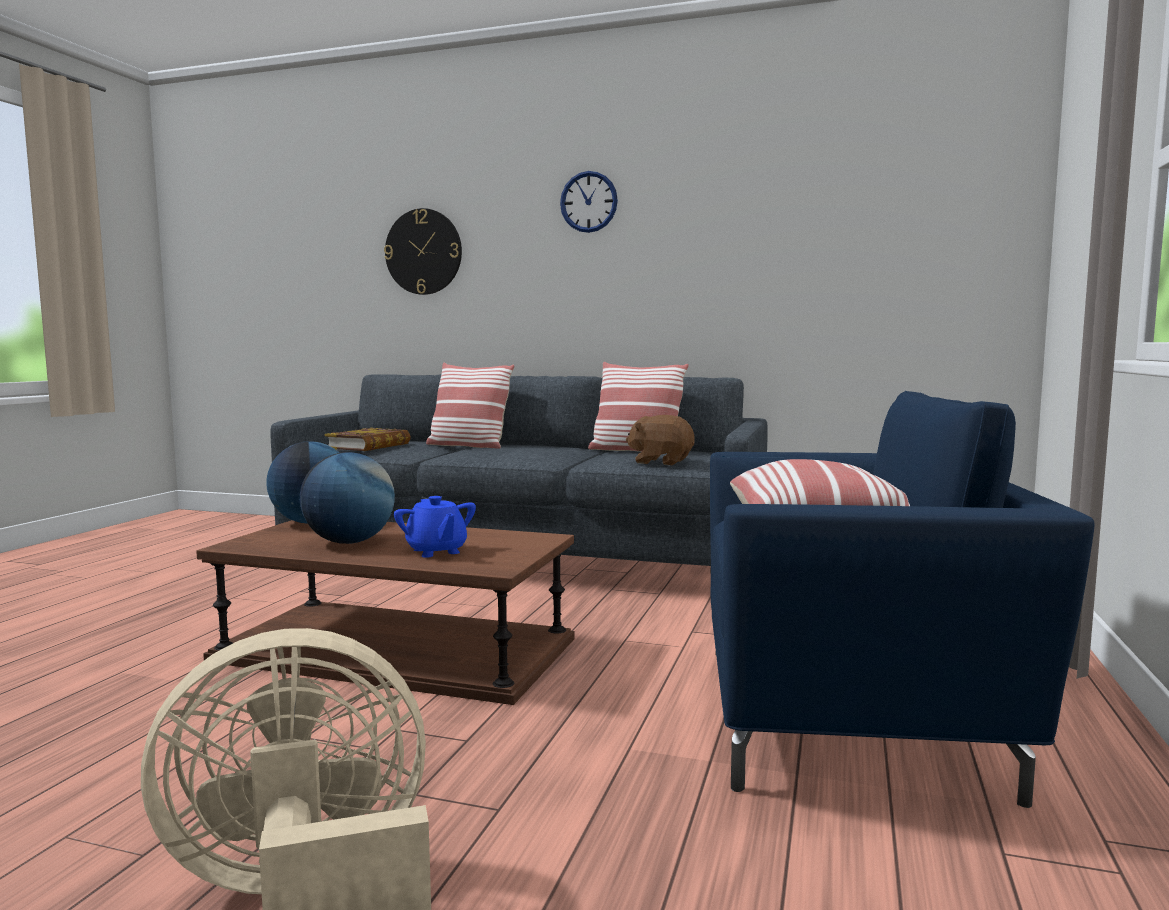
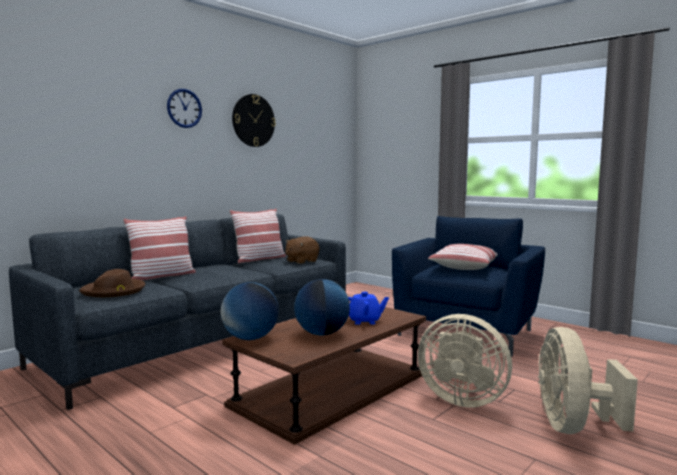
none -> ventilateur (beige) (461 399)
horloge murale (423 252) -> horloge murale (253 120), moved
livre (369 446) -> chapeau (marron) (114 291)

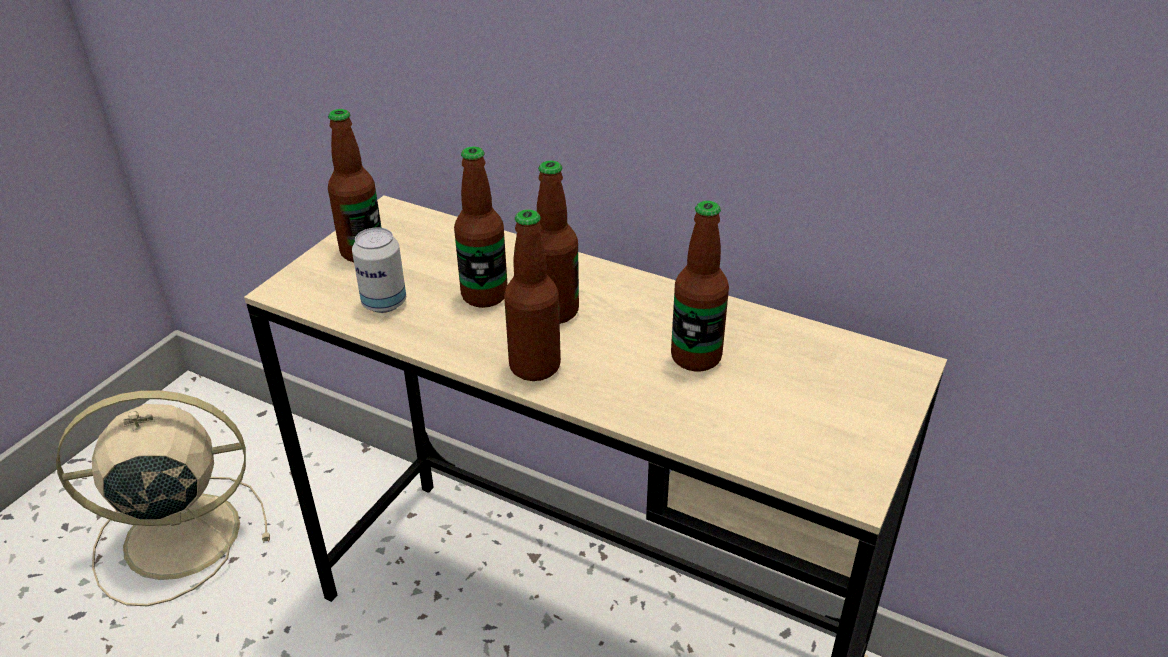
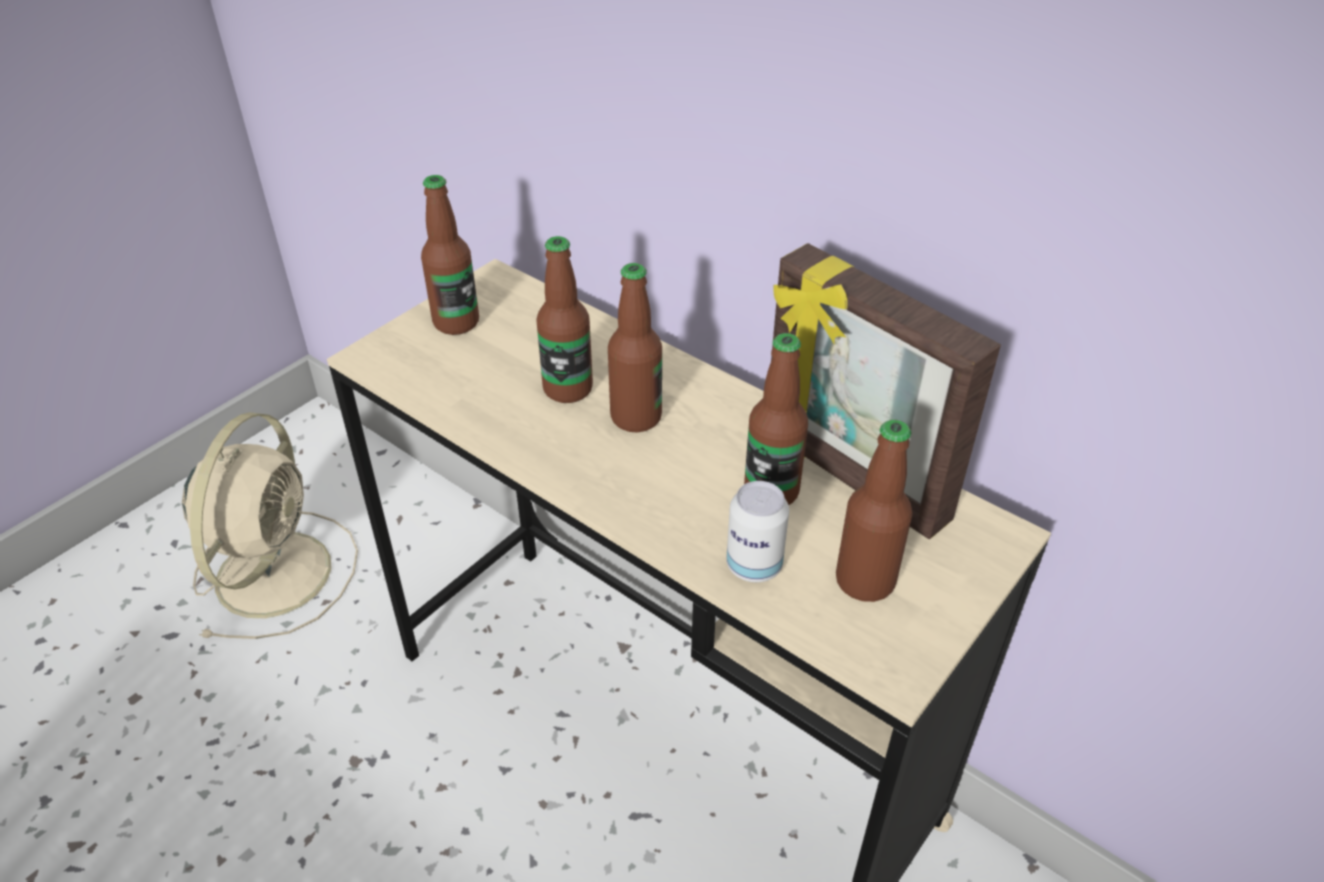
none -> cadre photo (851 477)
boîte métallique (384 303) -> boîte métallique (754 566), moved
bouteille (535 366) -> bouteille (865 581), moved
ventilateur (beige) (176 536) -> ventilateur (beige) (276 570), 105 degrees clockwise

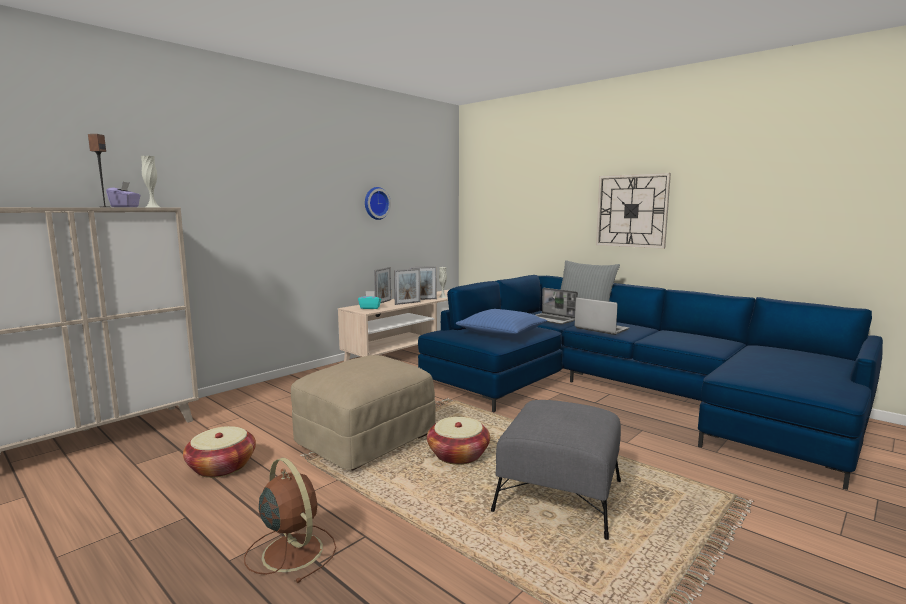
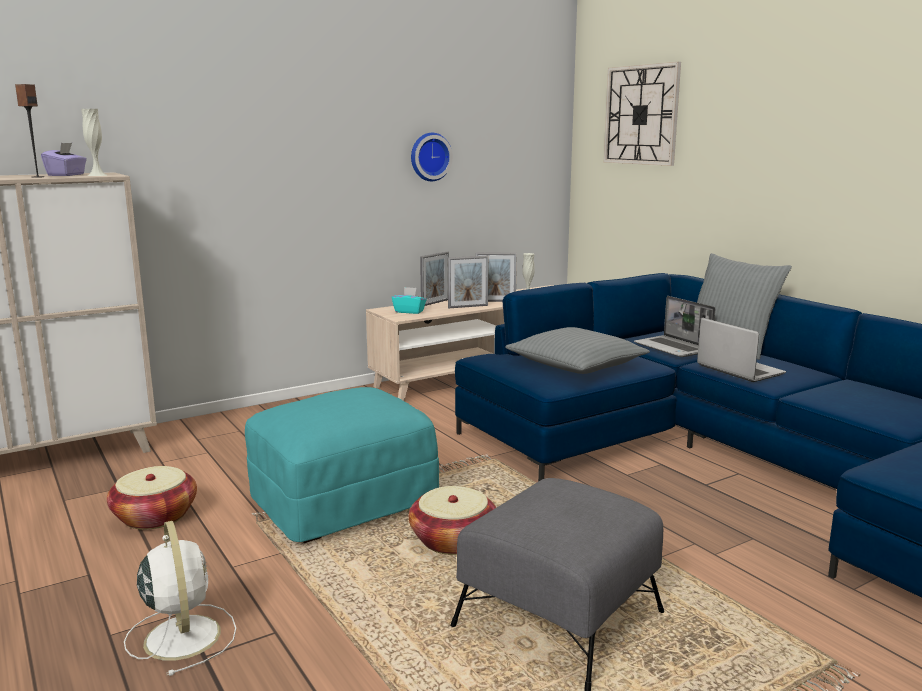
horloge murale (631 211) -> horloge murale (641 115), moved
ventilateur (marron) (291 551) -> ventilateur (blanc) (182 635)
pouf (beige) (366 440) -> pouf (turquoise) (343 503)
coussin (bleu) (501 332) -> coussin (gris) (576 365)

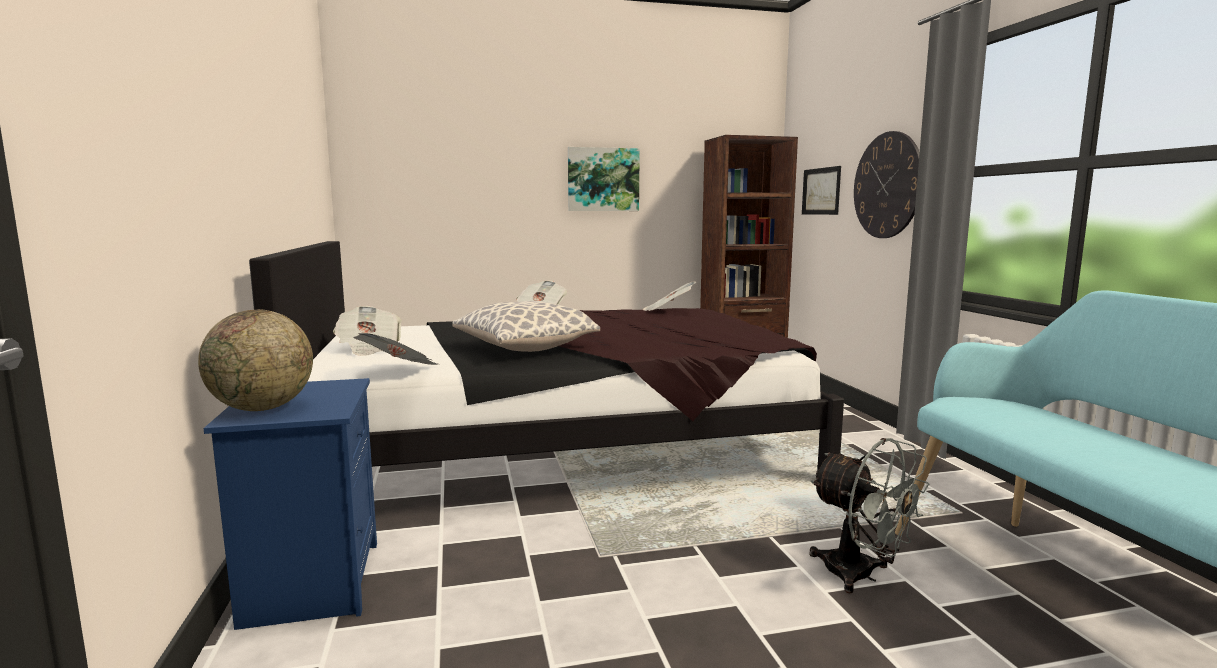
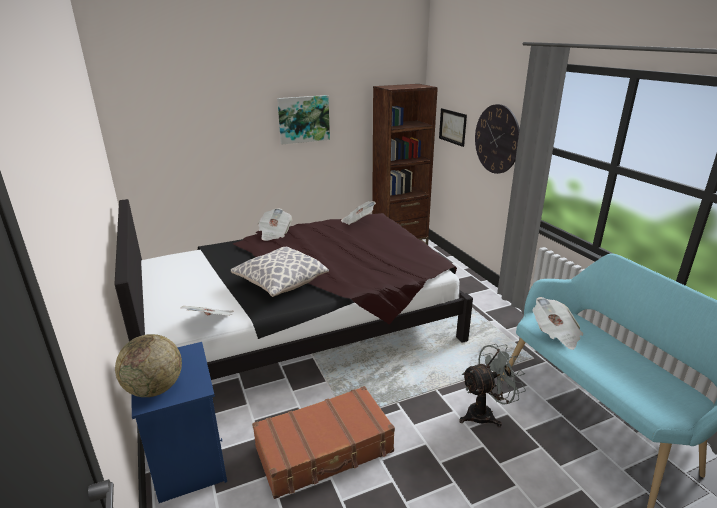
none -> valise (marron) (325 450)
journal (369 348) -> journal (555 334), moved
ventilateur (gris) (861 576) -> ventilateur (gris) (485 414), 60 degrees counterclockwise

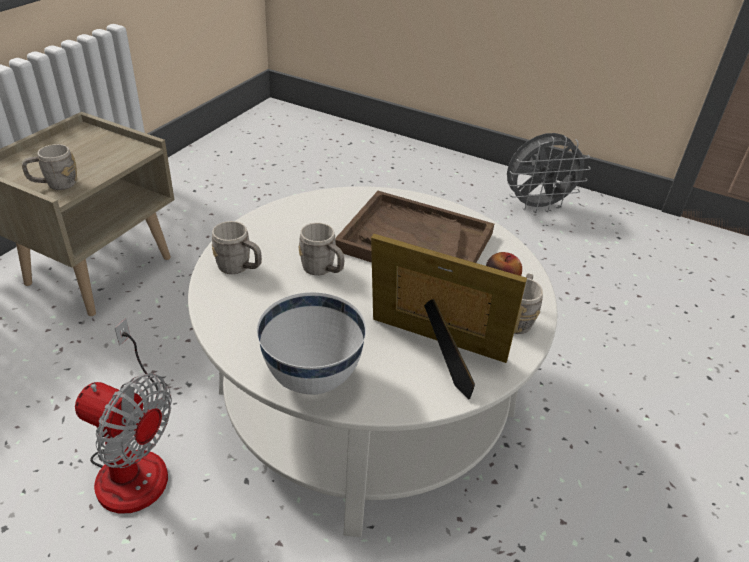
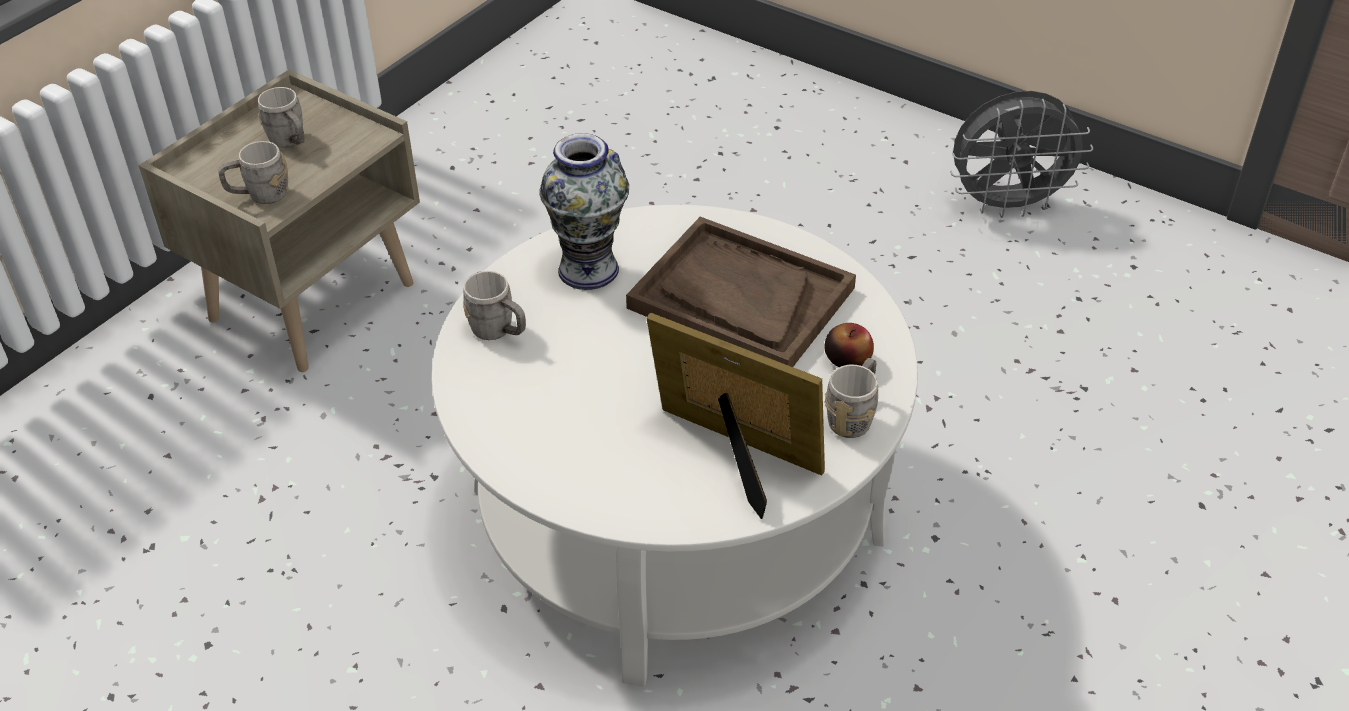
ventilateur (133 459) -> none
bol (blanc) (312 380) -> none
none -> vase (588 269)
mug (gris) (322 270) -> mug (gris) (290 142), moved

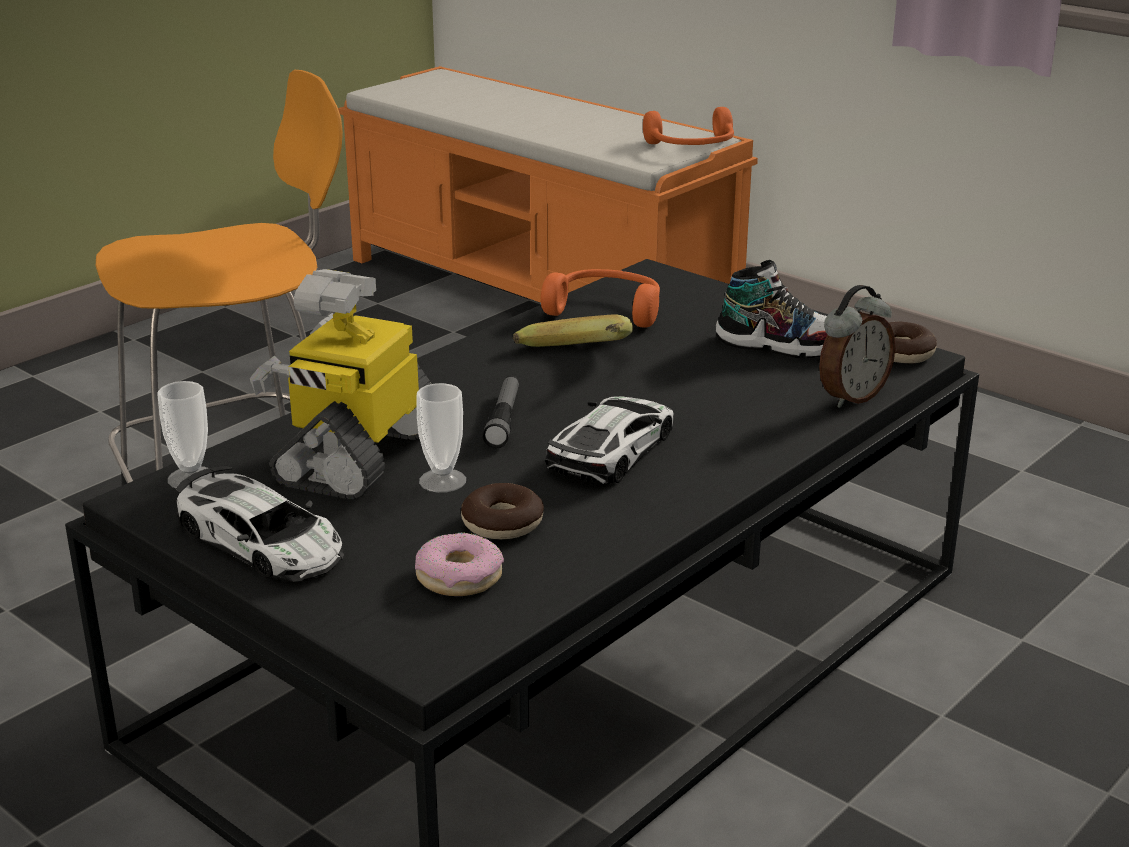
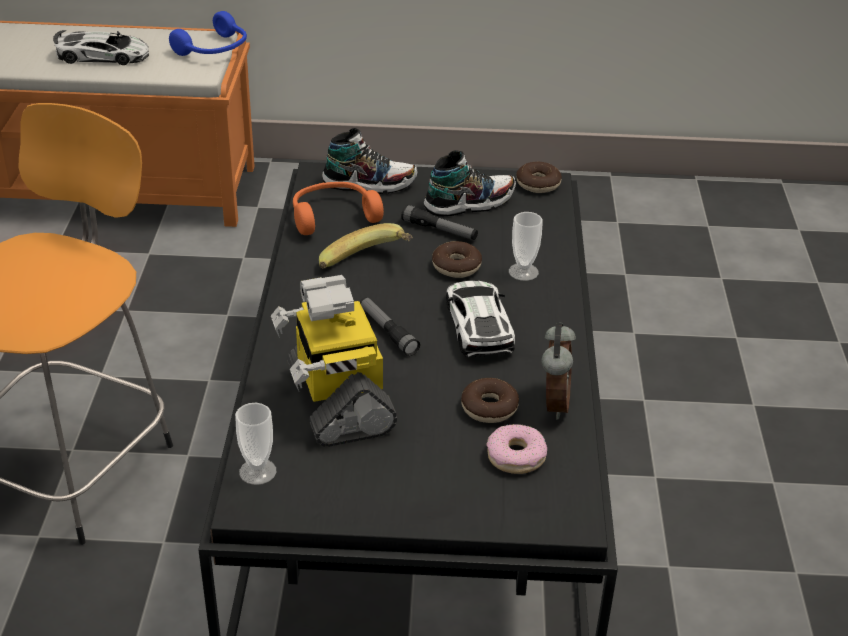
none -> chaussure (369 183)
none -> lampe de poche (439 230)
none -> beignet (456 266)
petite voiture (261 542) -> petite voiture (103 56), moved
tasse (442 481) -> tasse (523 272), moved
réveil (851 397) -> réveil (553 403), moved
casque audio (orange) (692 147) -> casque audio (bleu) (214 50)

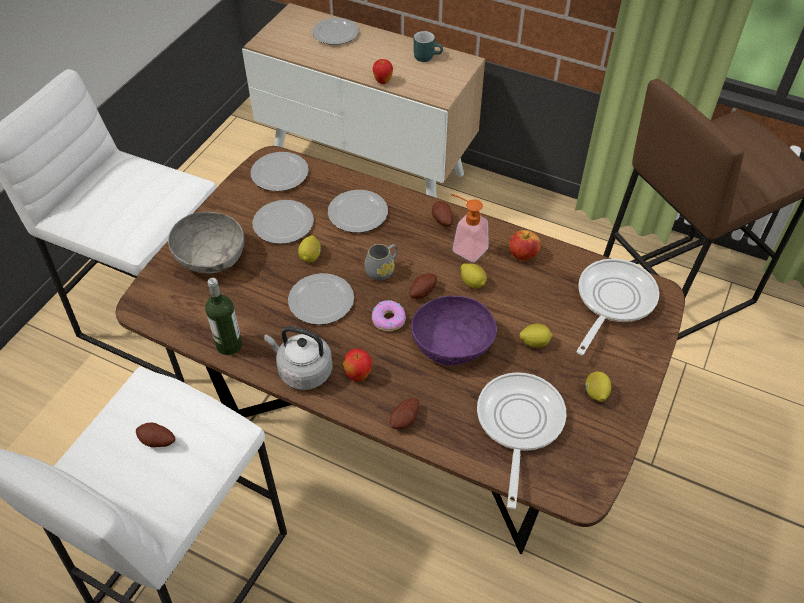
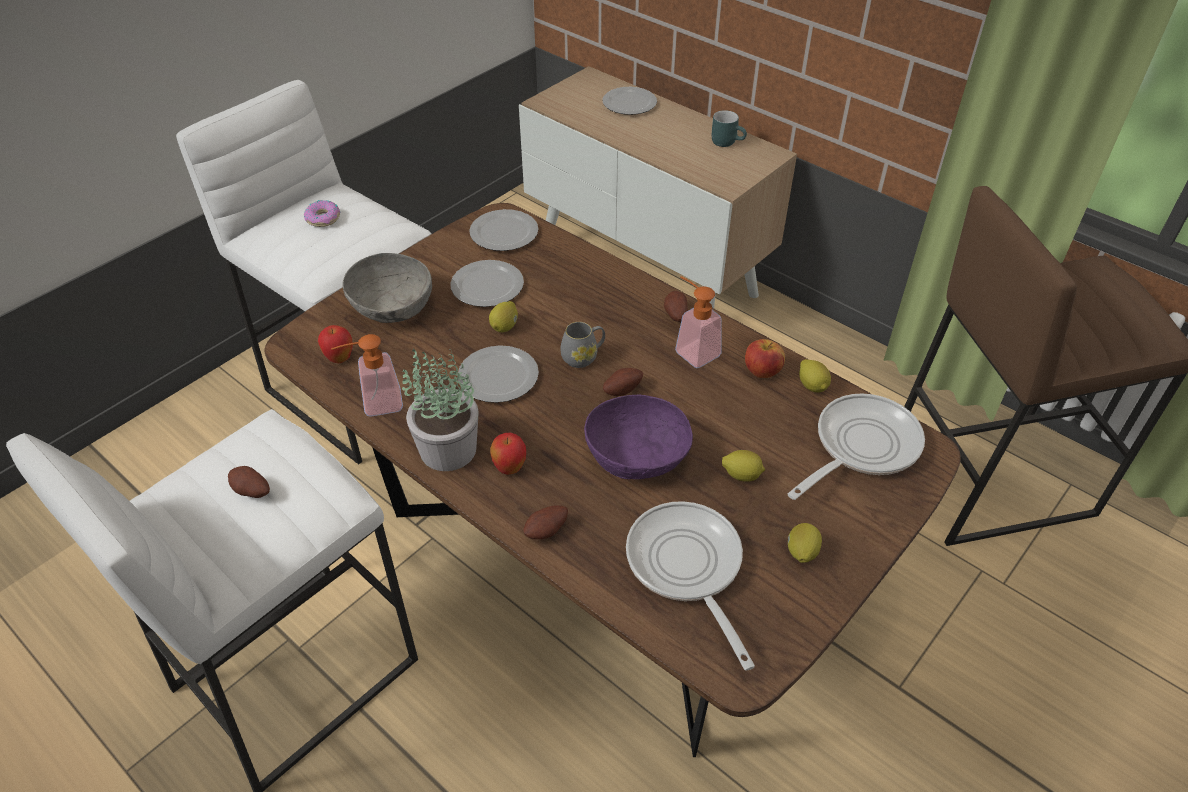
assiette (359 213) -> none
pomme (383 82) -> pomme (339 359), moved
beignet (389 319) -> beignet (323 218), moved
citron (472 283) -> citron (812 386), moved
bouteille (229 345) -> distributeur de savon (374 404)
bouilloire (gris) (302 371) -> plante en pot (446 450)
poêle (518 424) -> poêle (687 568), 45 degrees counterclockwise

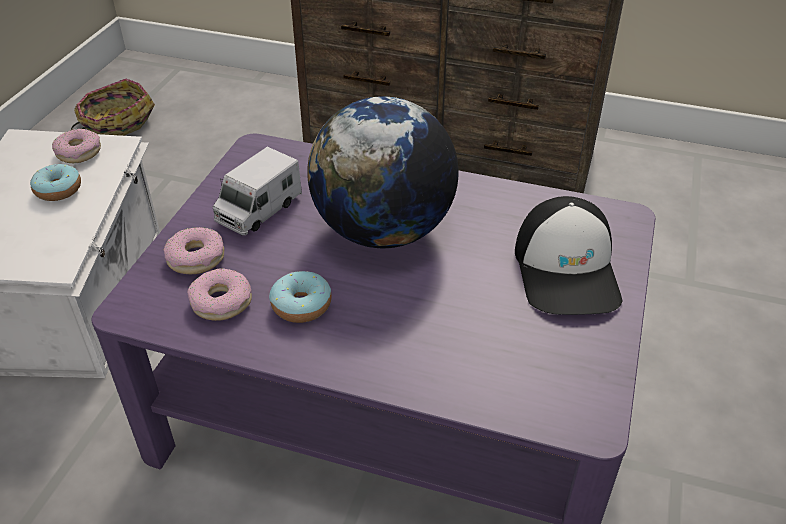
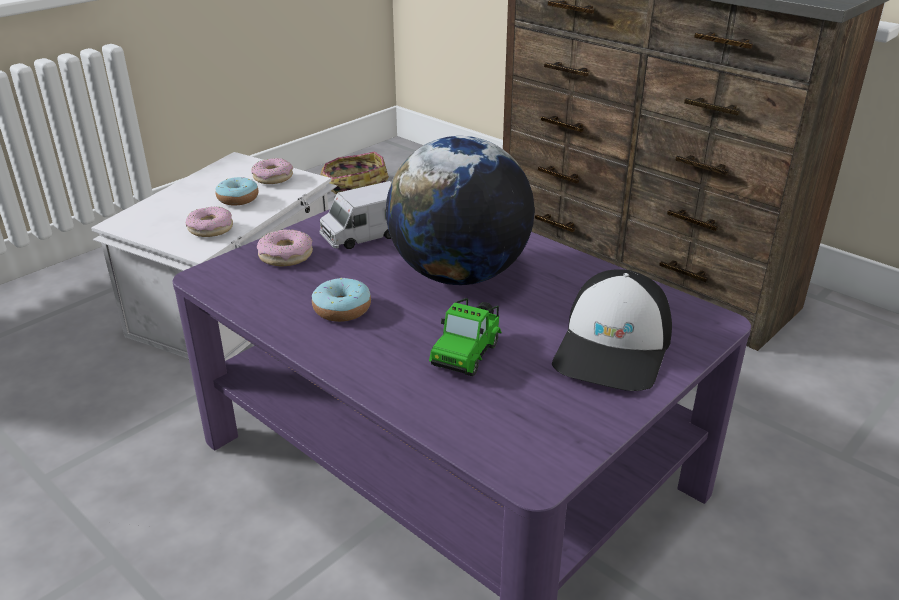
none -> petite voiture (467 353)
beignet (221 302) -> beignet (211 228), moved

